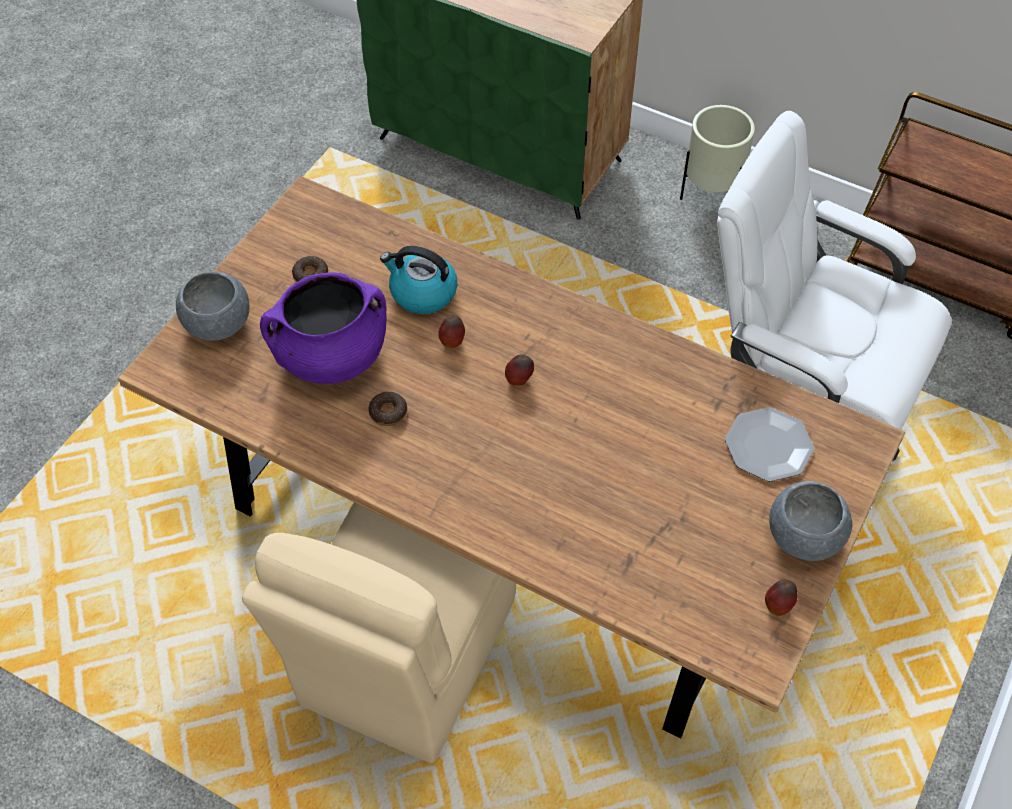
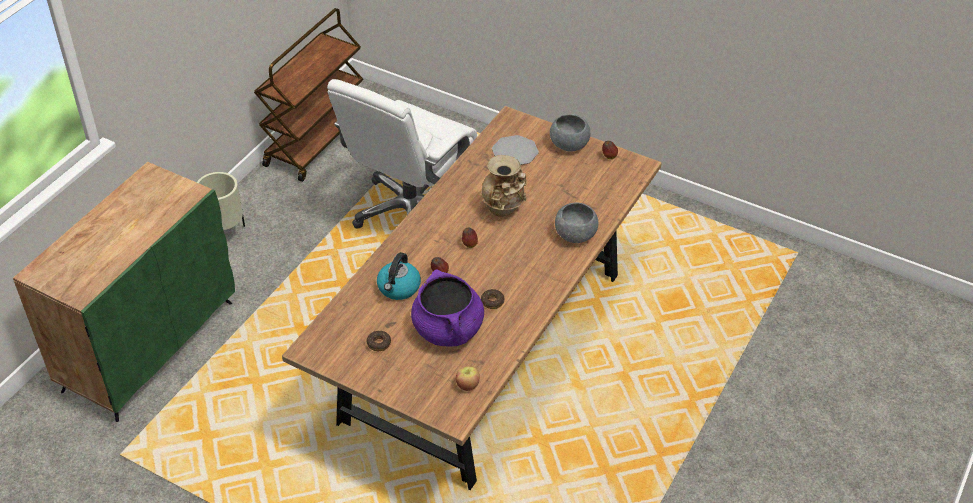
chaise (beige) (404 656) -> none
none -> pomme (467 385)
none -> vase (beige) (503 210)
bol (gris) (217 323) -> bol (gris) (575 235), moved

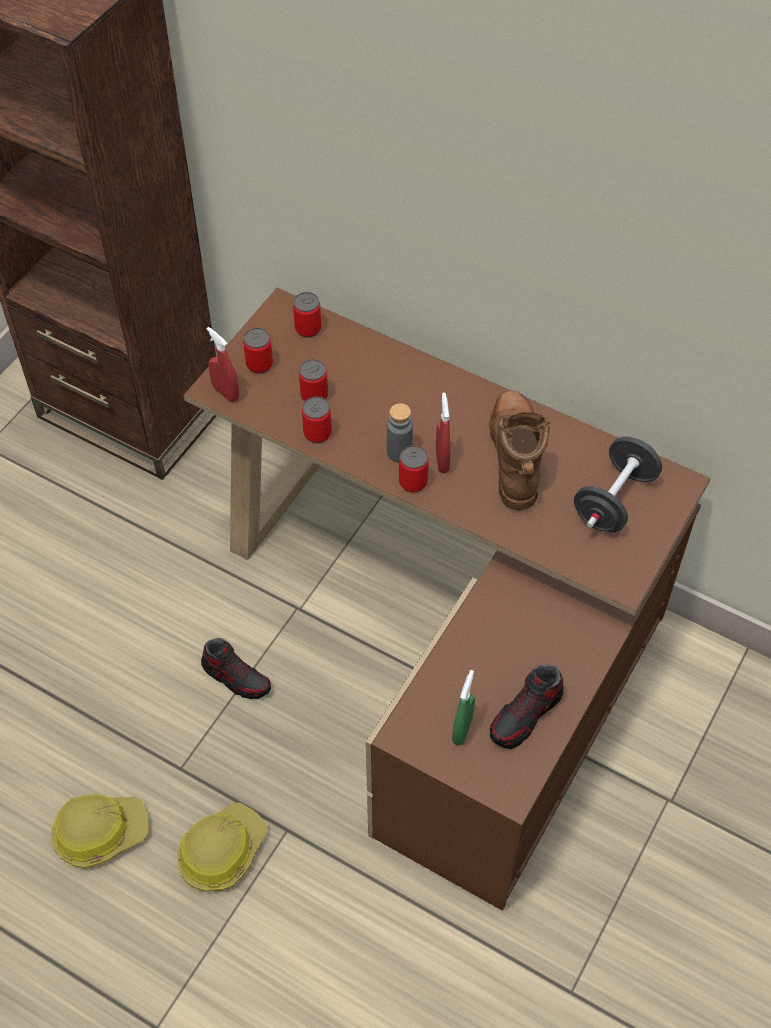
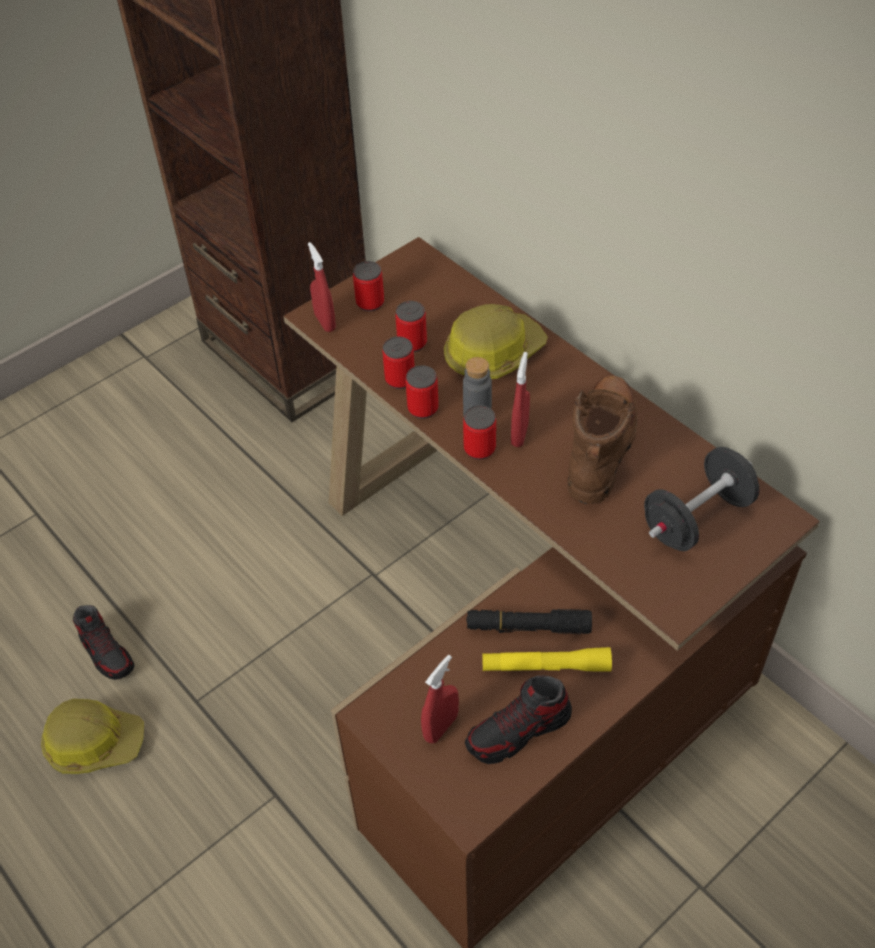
none -> lampe de poche (noir) (528 627)
none -> lampe de poche (jaune) (545 666)
casque de chantier (221 851) -> casque de chantier (493 353), moved
chaussure (236 677) -> chaussure (106 652), moved
boîte métallique (308 328) -> boîte métallique (423 408), moved
vaporisateur (vert) (462 730) -> vaporisateur (rouge) (441 727)

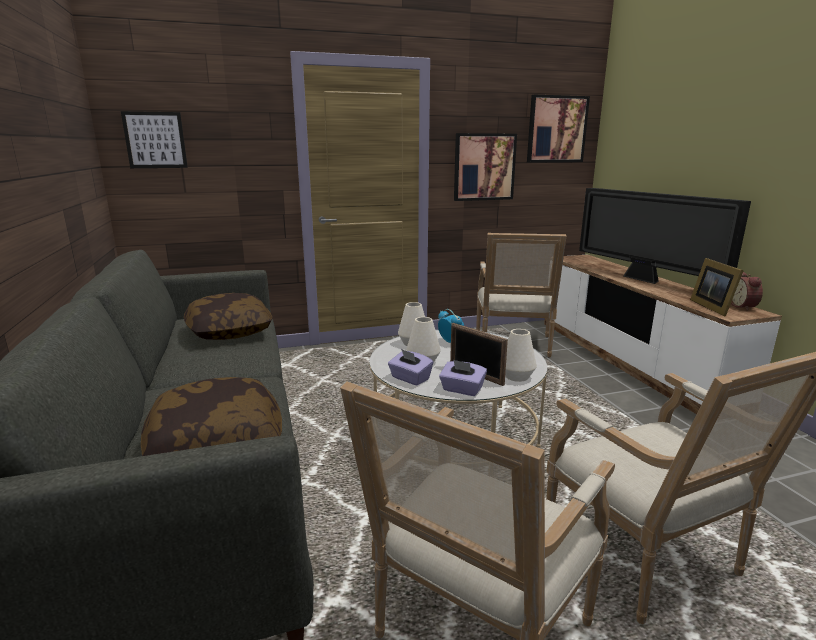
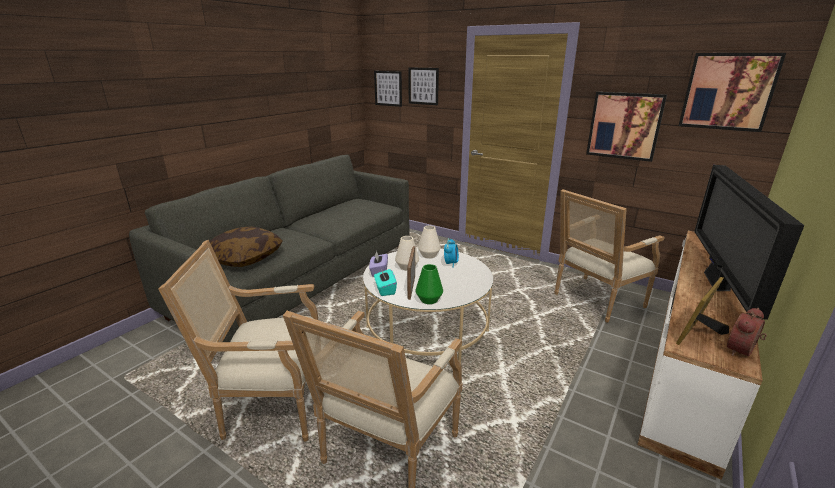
coussin (229 331) -> none
none -> tableau (423 86)
boîte à mouchoirs (violet) (462 390) -> boîte à mouchoirs (turquoise) (385 290)
vase (blanc) (517 376) -> vase (vert) (429 299)

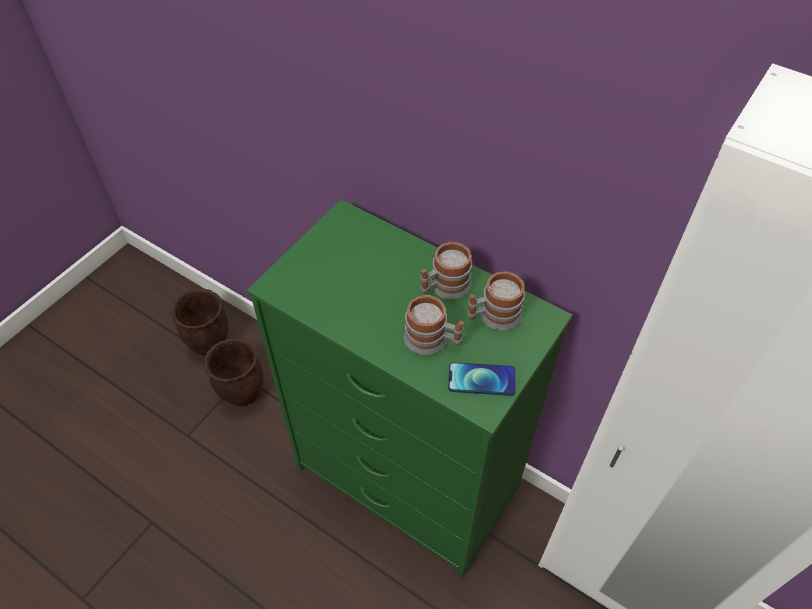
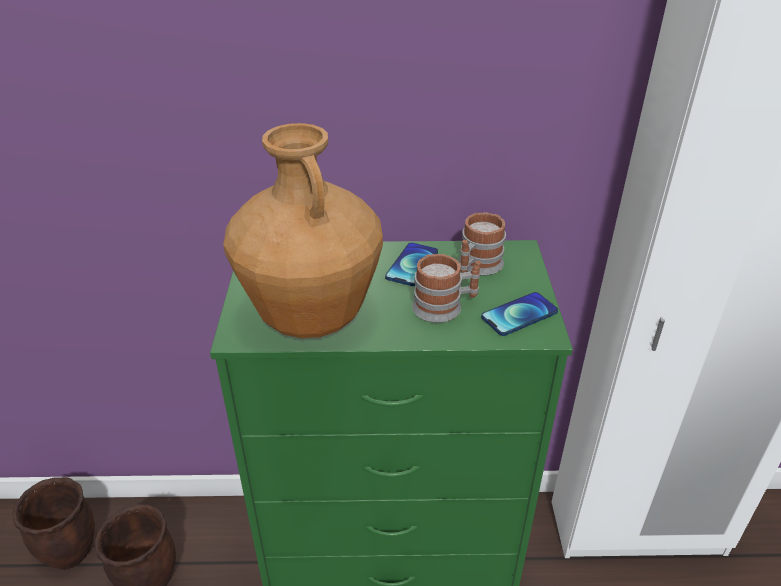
none -> vase (marron) (312 319)
mug (444 287) -> téléphone (412 265)

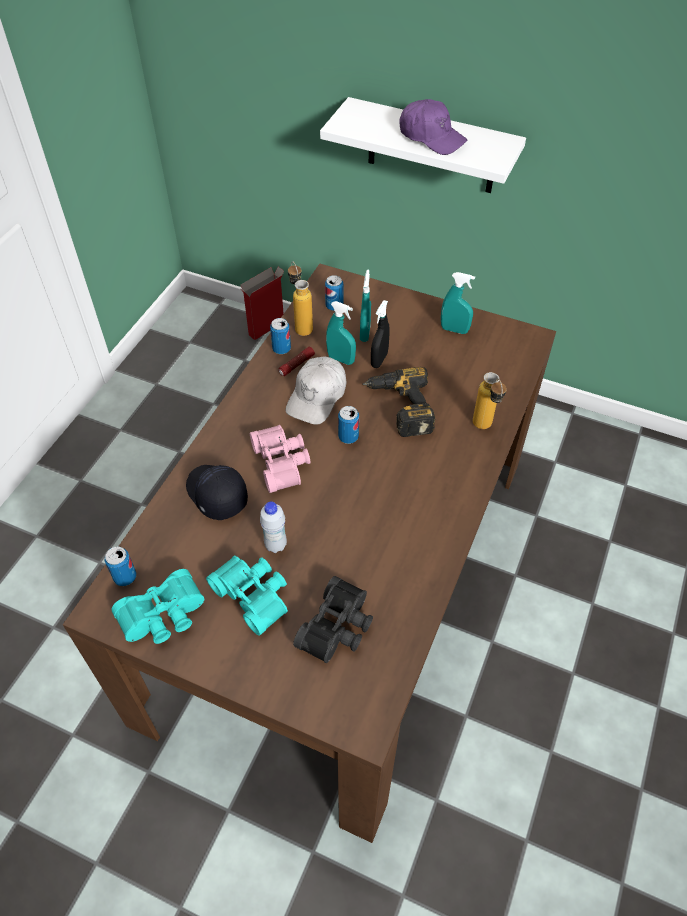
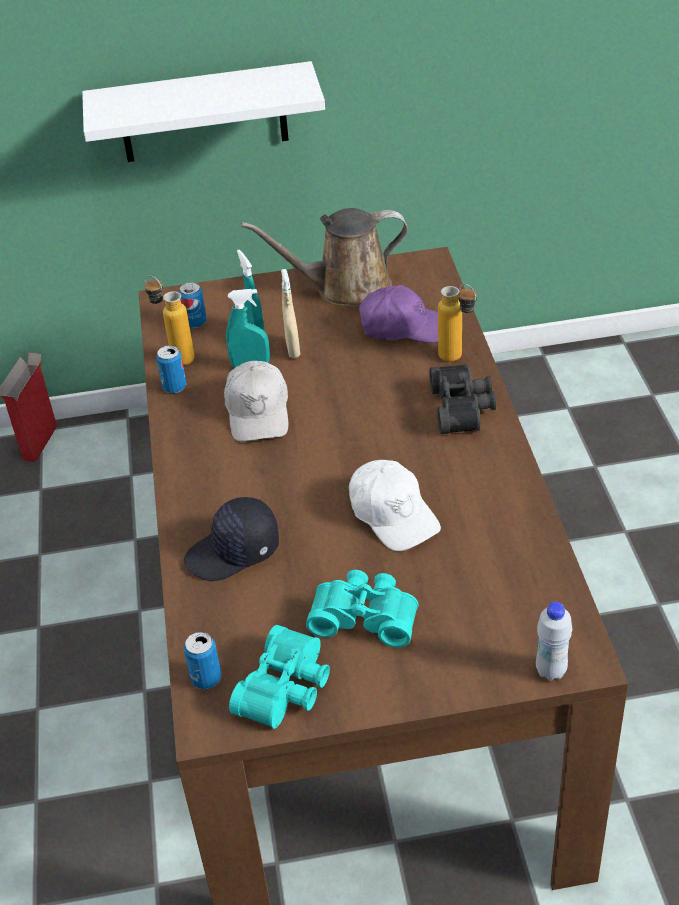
jumelles (rose) (283 462) -> none
lampe de poche (296 365) -> none
boîte métallique (348 437) -> none
perceuse (399 407) -> none
none -> casquette (blanc) (393 514)
bouteille (blanc) (275 545) -> bouteille (blanc) (551 671), moved
jumelles (noir) (339 628) -> jumelles (noir) (463 408), moved
casquette (violet) (431 137) -> casquette (violet) (403 327), moved
vaporisateur (turquoise) (454 330) -> arrosoir (marron) (345 288)
vaporisateur (noir) (379 360) -> vaporisateur (beige) (293 349)
casquette (noir) (216 495) -> casquette (noir) (234 552), 45 degrees counterclockwise

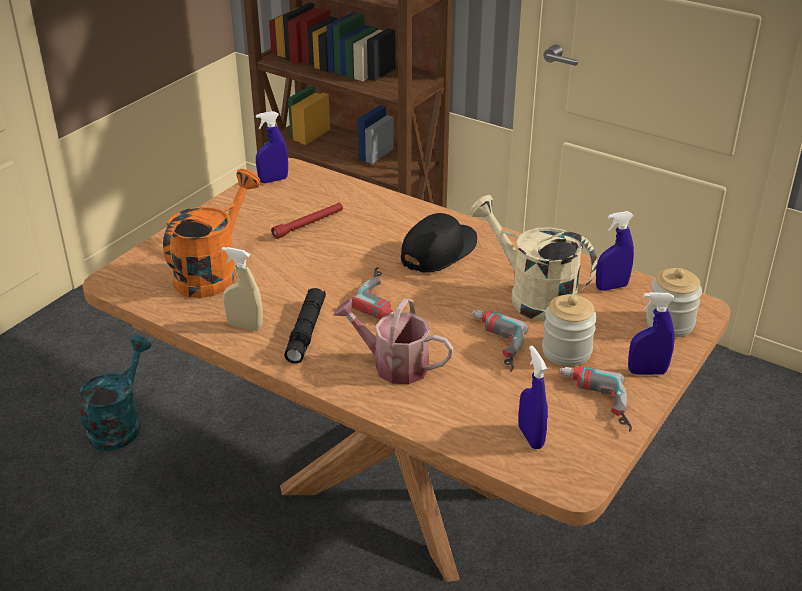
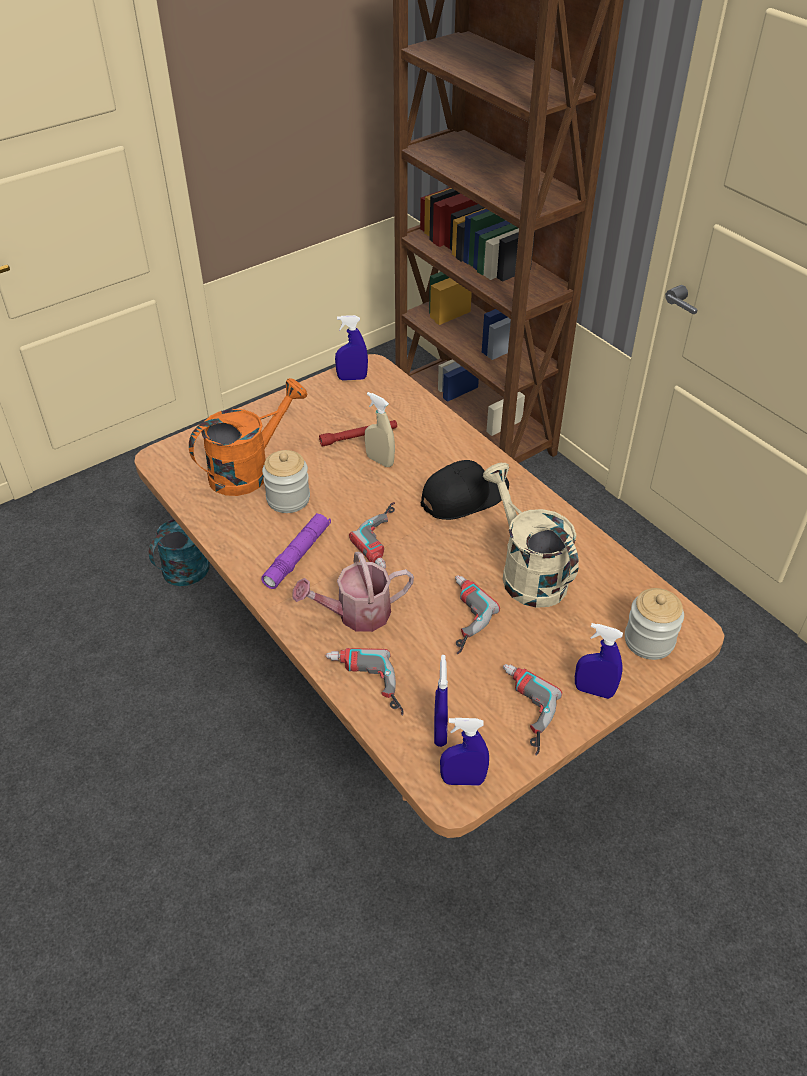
none -> perceuse (363 686)
vaporisateur (beige) (245 326) -> vaporisateur (beige) (380 461), moved
bocal (566 351) -> bocal (288 499), moved
vaporisateur (bleu) (611 287) -> vaporisateur (bleu) (463 780), moved
lampe de poche (noir) (306 331) -> lampe de poche (violet) (297 555)
arrosoir (393 365) -> arrosoir (356 614), 60 degrees counterclockwise

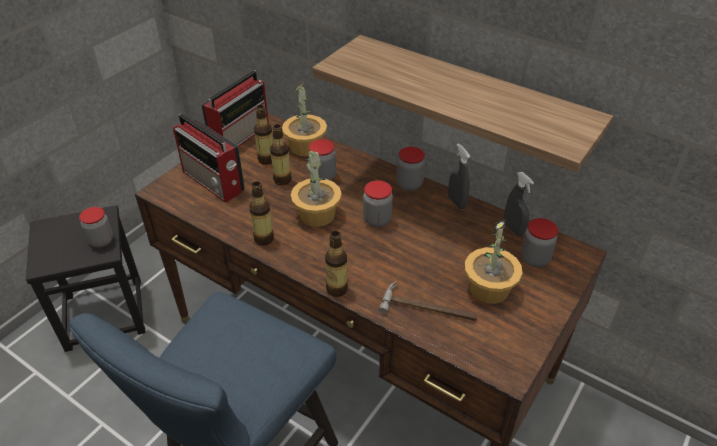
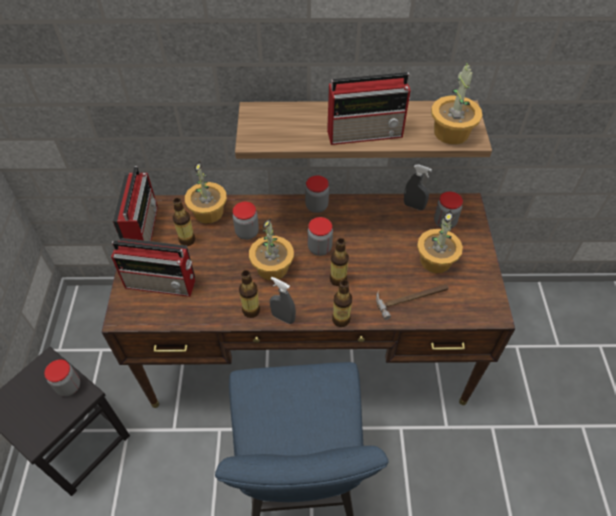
none -> radio (366 133)
none -> plante en pot (450 133)
bouteille (282 180) -> bouteille (338 279), moved
vaporisateur (gris) (456 202) -> vaporisateur (gris) (283 317), moved

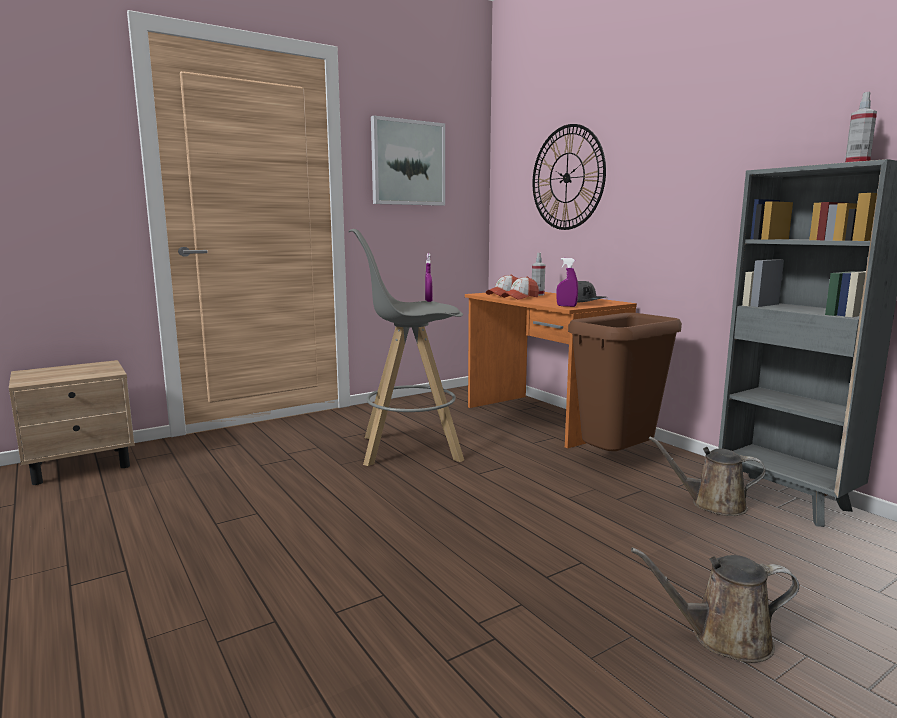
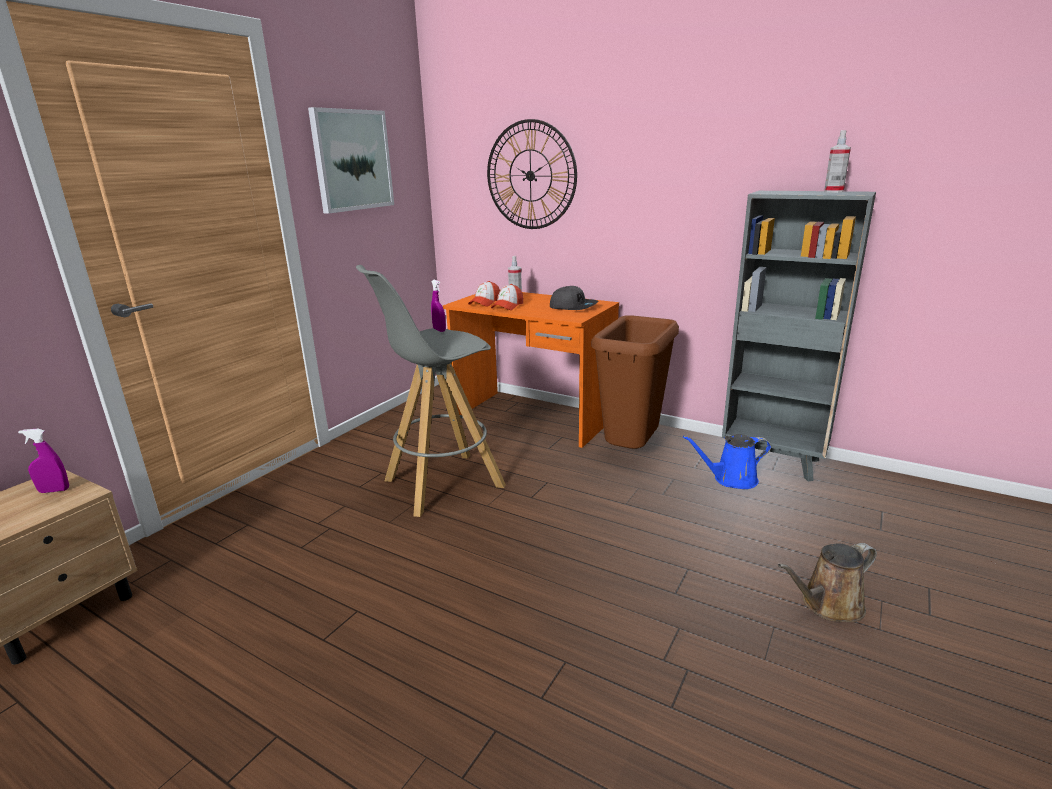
vaporisateur (violet) (566 306) -> vaporisateur (violet) (54 490), moved
arrosoir (marron) (712 504) -> arrosoir (bleu) (731 479)

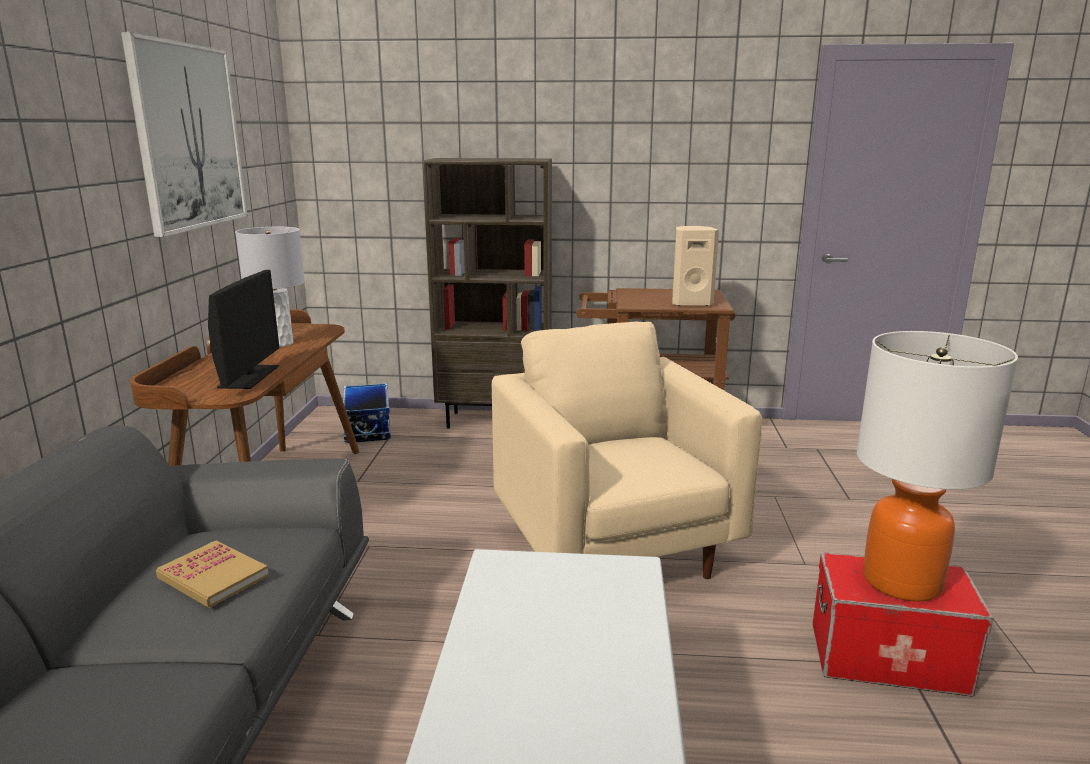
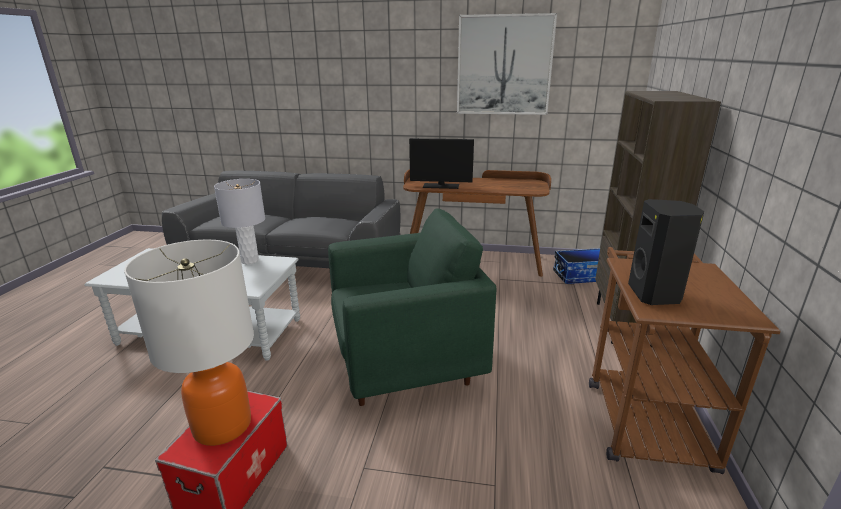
livre (213 577) -> none
lampe de table (gris) (281 343) -> lampe de table (gris) (249 261), moved
fauteuil (beige) (614 549) -> fauteuil (vert) (406 366)
enceinte (beige) (690 303) -> enceinte (noir) (655 295)

